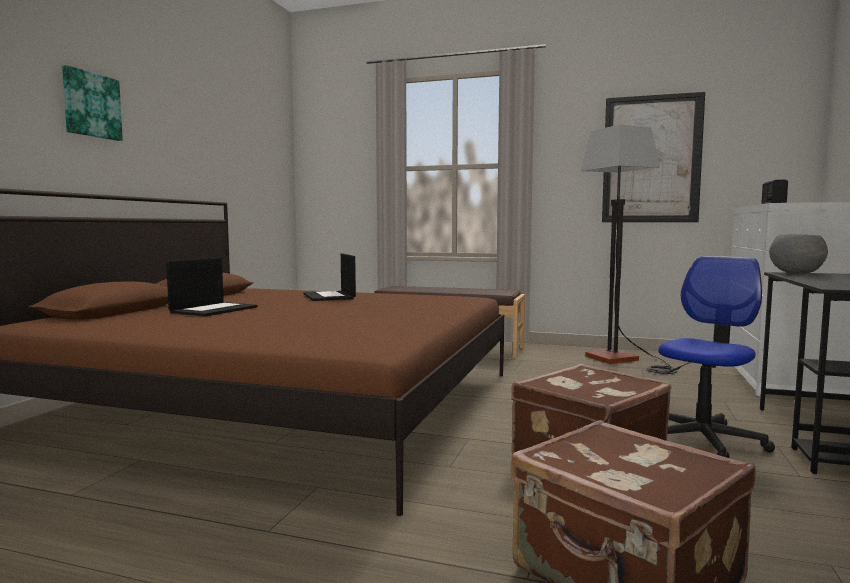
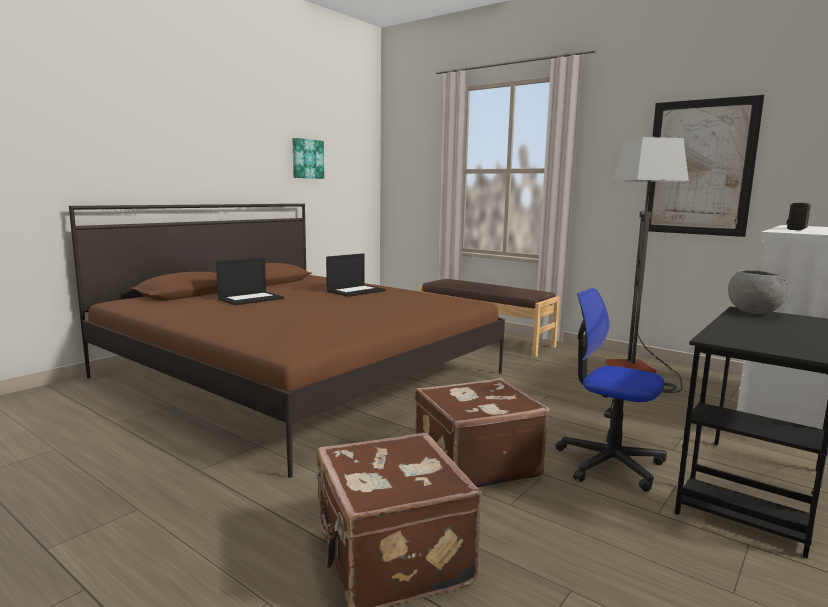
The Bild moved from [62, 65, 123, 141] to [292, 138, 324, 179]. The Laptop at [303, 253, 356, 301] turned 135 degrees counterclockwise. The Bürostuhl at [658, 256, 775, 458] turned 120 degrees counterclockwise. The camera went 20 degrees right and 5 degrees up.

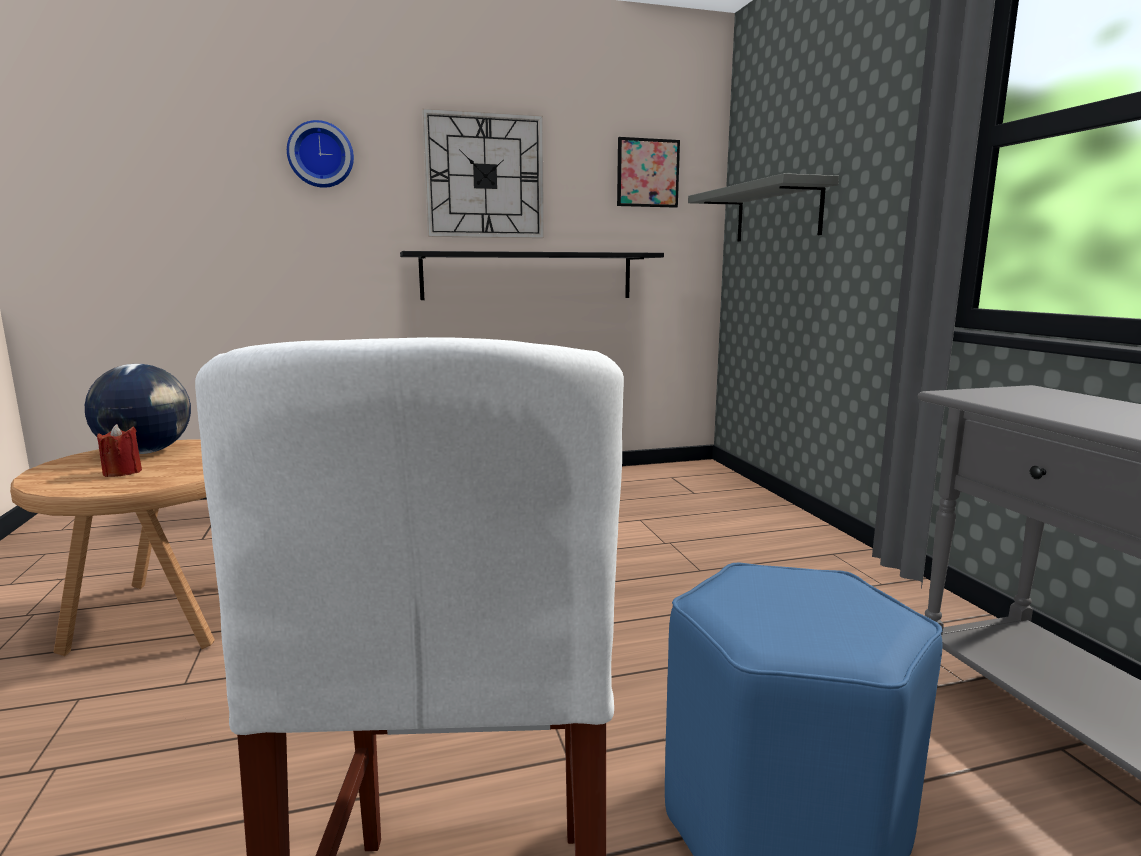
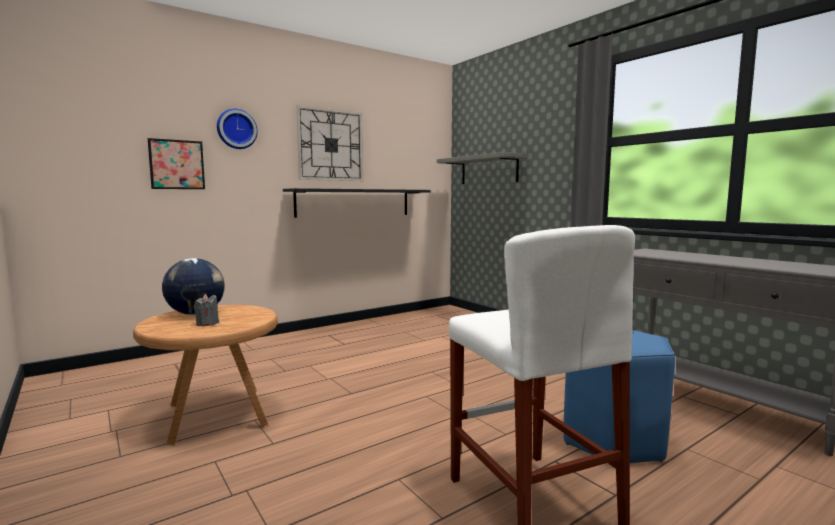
The Kerze [rot] at [97, 424, 142, 477] became the Kerze [grau] at [194, 294, 219, 327]. The Bild moved from [617, 137, 680, 208] to [148, 138, 205, 189]. The camera went 20 degrees left and 5 degrees down.

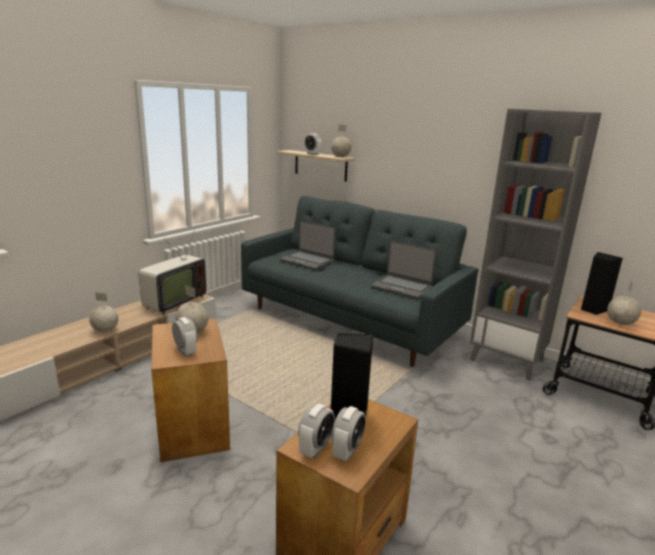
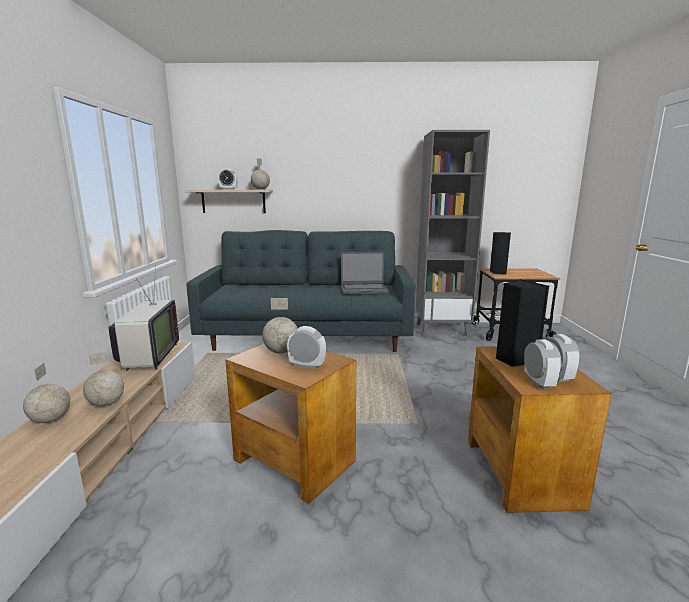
The Laptop at [279, 220, 336, 270] disappeared. The Globus moved from [607, 281, 641, 325] to [23, 363, 70, 423]. The camera went 35 degrees left and 5 degrees down.

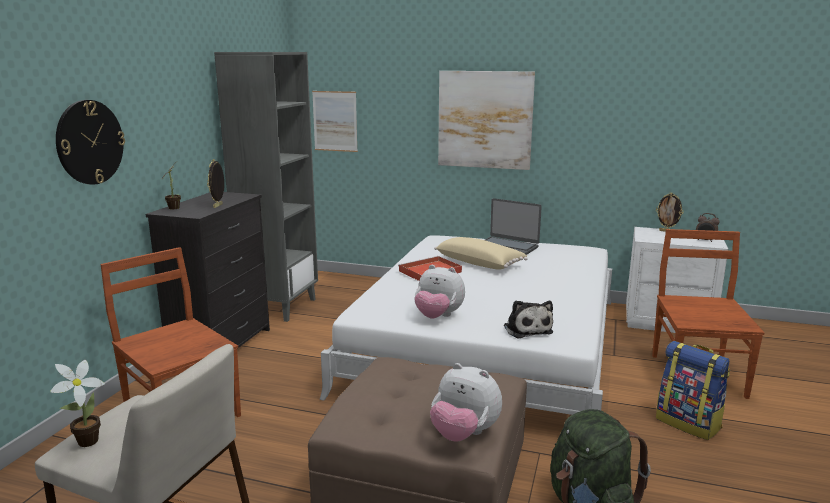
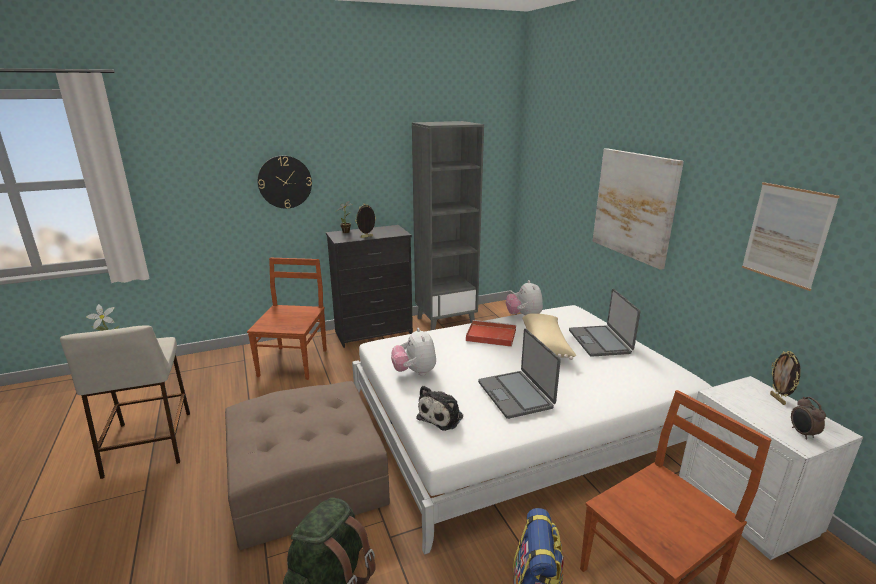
The Bild moved from [312, 91, 358, 152] to [742, 182, 840, 291]. The Plüschtier moved from [430, 363, 502, 442] to [506, 280, 543, 315]. The Laptop at [478, 328, 561, 419] appeared. The camera went 50 degrees right and 5 degrees up.

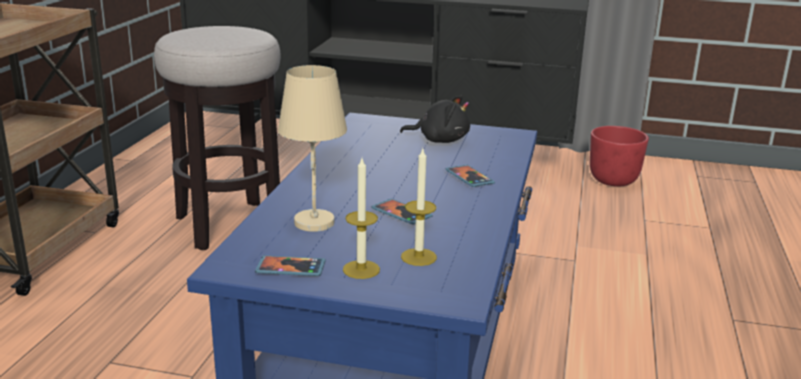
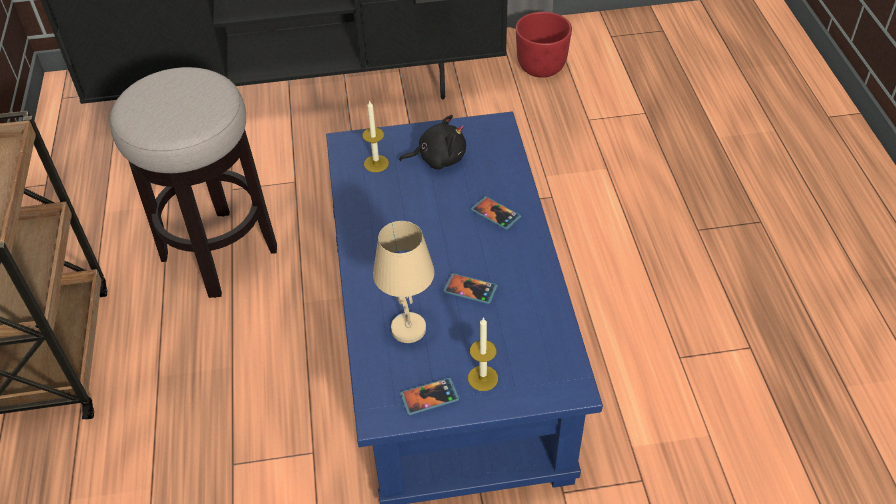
The Kerze moved from [401, 149, 437, 266] to [362, 100, 389, 172]. The camera went 20 degrees left and 25 degrees up.

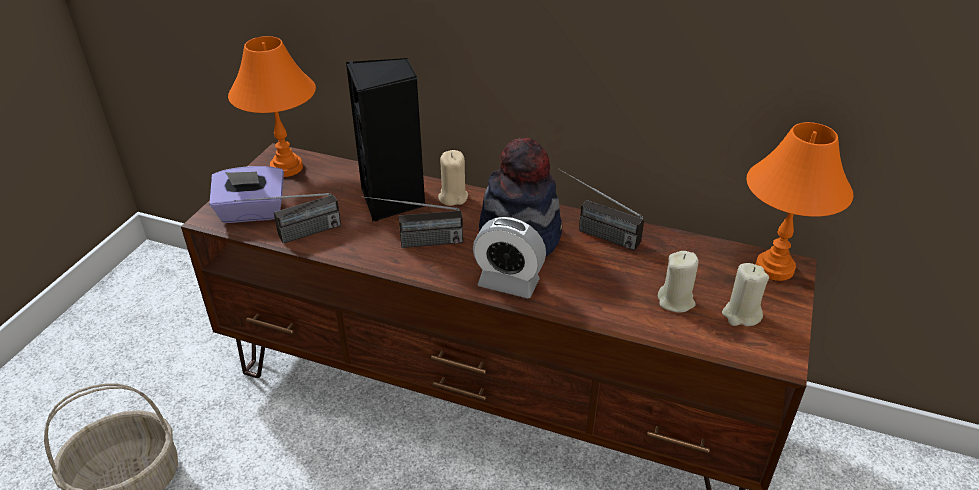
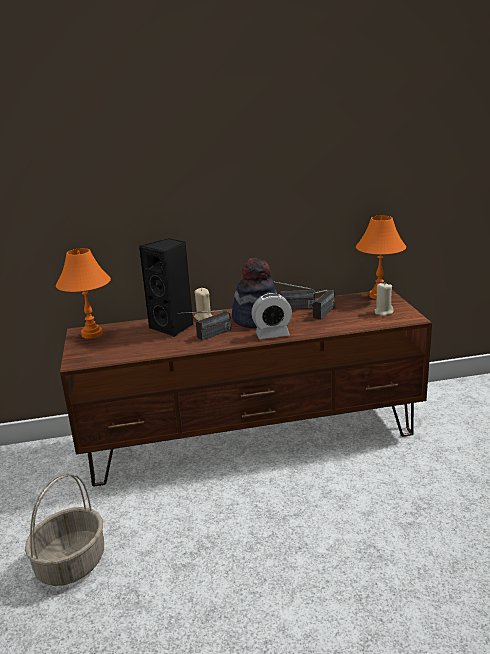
The Taschentuchbox [lila] at [209, 166, 284, 223] disappeared. The Radio moved from [234, 193, 341, 243] to [305, 290, 336, 319]. The Kerze [beige] at [658, 251, 699, 313] disappeared. The camera went 30 degrees left and 15 degrees down.

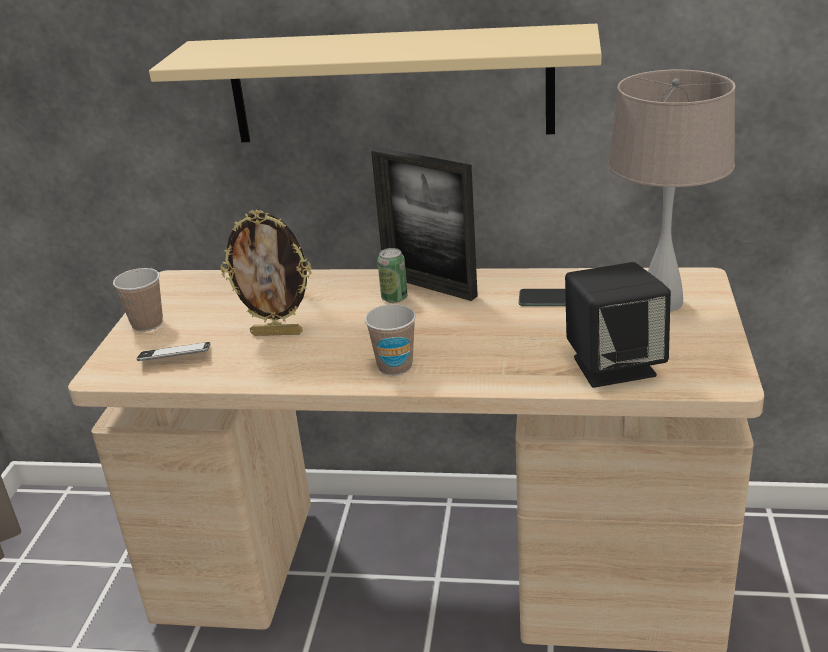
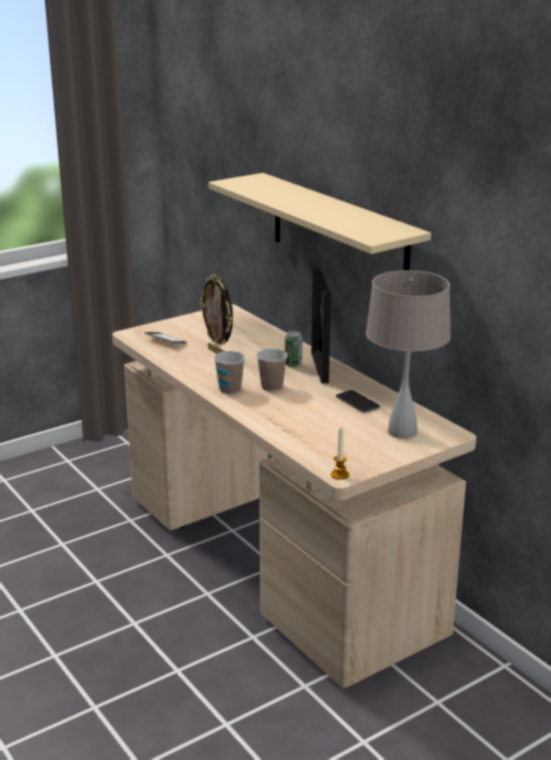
The Tasse moved from [113, 268, 163, 332] to [257, 349, 288, 392]. The Lautsprecher [schwarz] at [565, 262, 671, 388] disappeared. The Kerze at [331, 428, 349, 479] appeared. The camera went 45 degrees right and 5 degrees down.

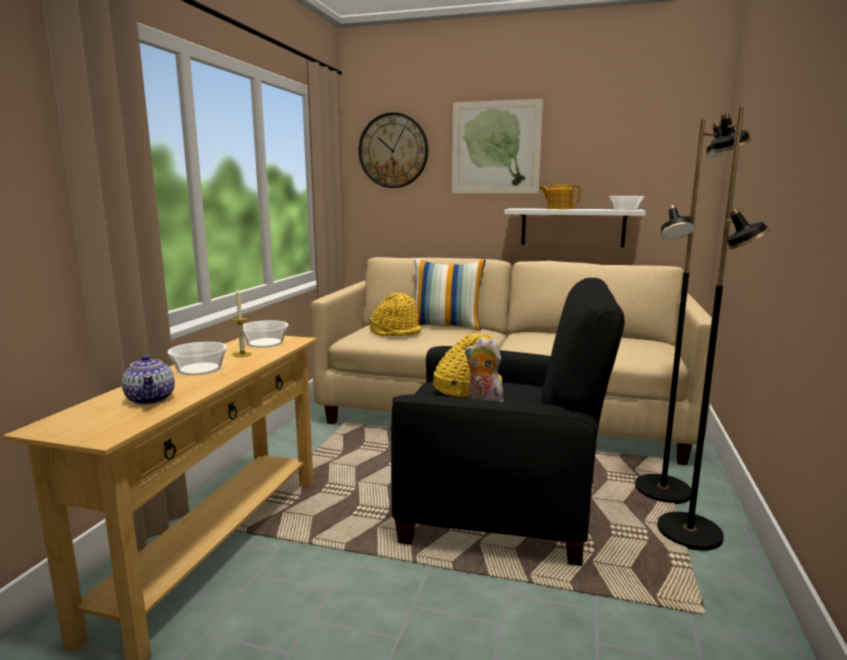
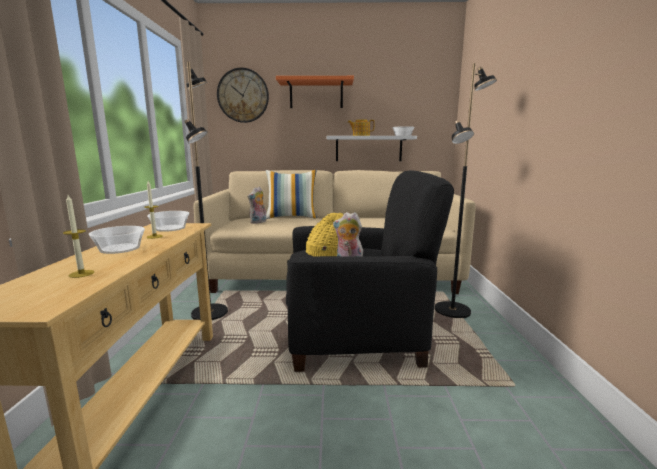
The Teekanne at [122, 355, 175, 405] was replaced by the Kerze at [63, 195, 94, 278]. The Hut [gelb] at [370, 293, 422, 336] was replaced by the Plüschtier at [248, 187, 266, 224]. The Bild at [452, 99, 543, 193] was replaced by the Wandregal [orange] at [276, 76, 354, 108]. The Stehlampe [schwarz] moved from [657, 107, 770, 551] to [184, 62, 228, 320]. The camera went 15 degrees left and 0 degrees up.

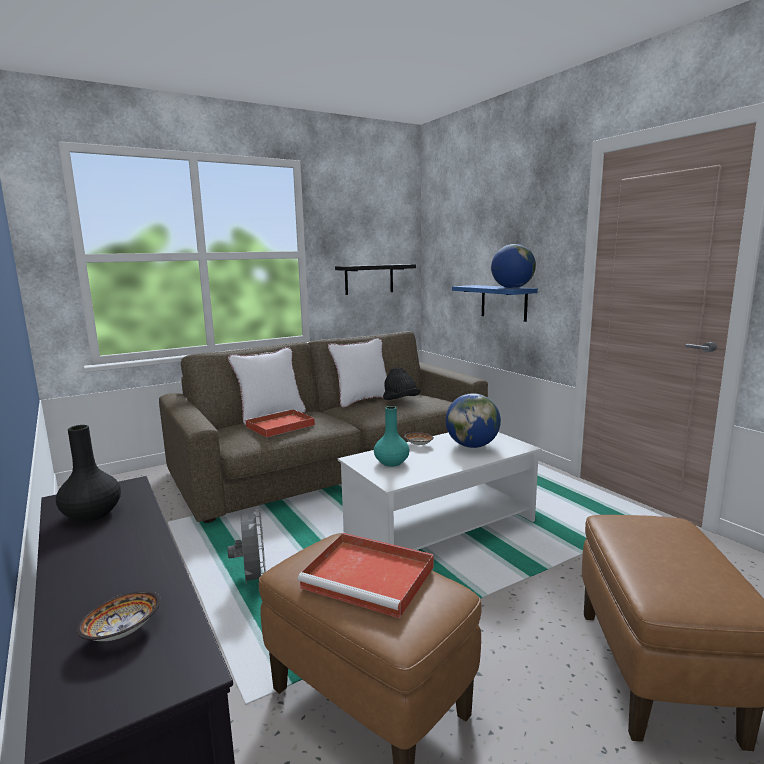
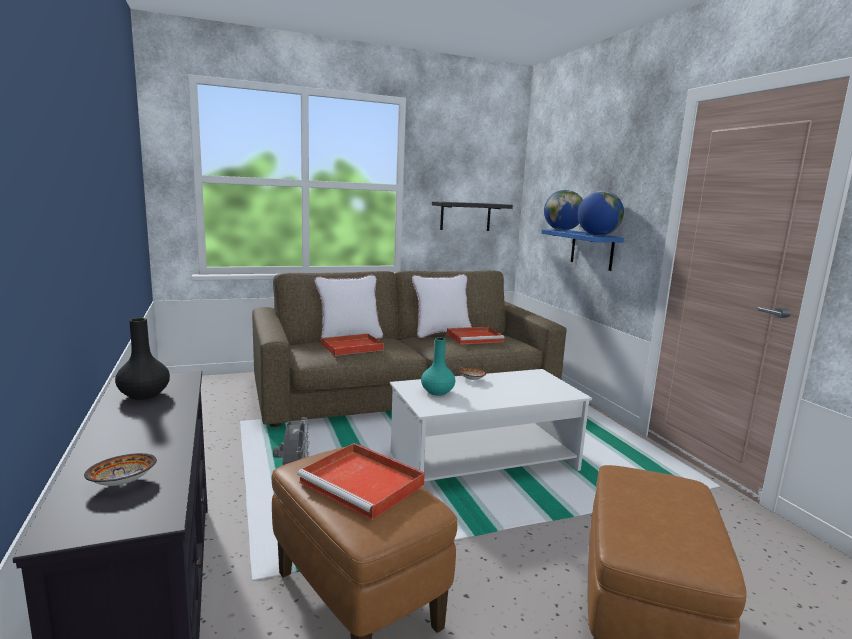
The Hut [schwarz] at [383, 367, 420, 400] was replaced by the Tablett [rot] at [447, 327, 504, 345]. The Globus moved from [446, 393, 501, 448] to [544, 190, 583, 231]. The camera went 10 degrees right and 0 degrees up.

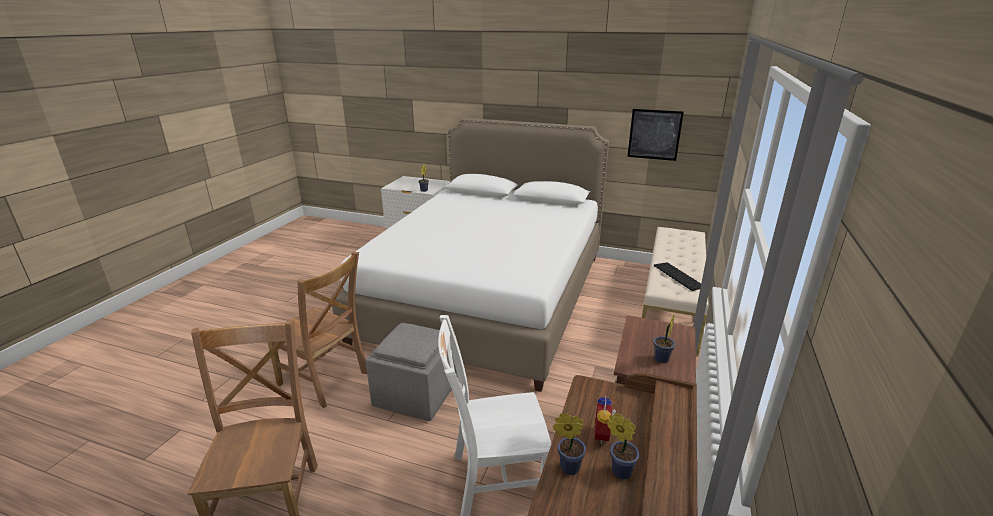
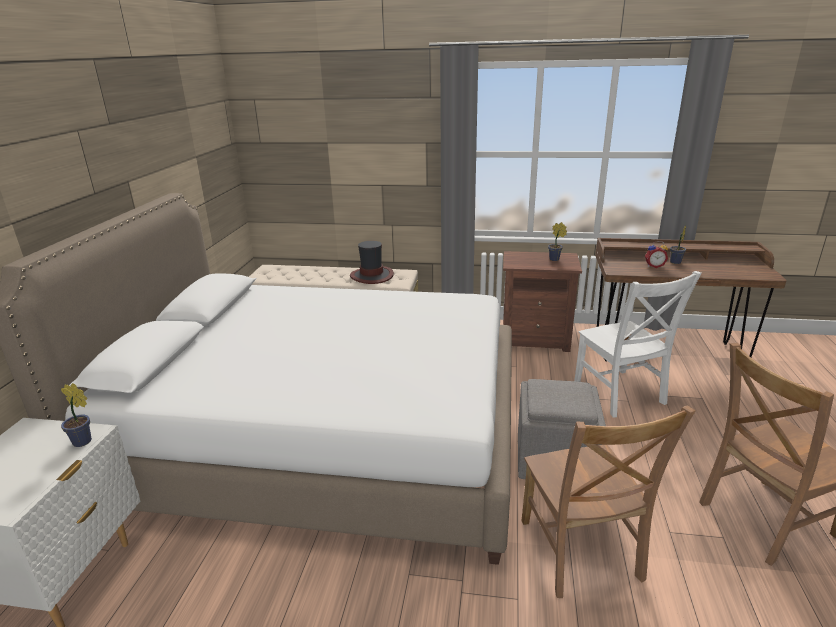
The Stuhl [braun] at [268, 252, 367, 408] turned 150 degrees clockwise. The Topfpflanze at [553, 413, 586, 475] disappeared. The Bild at [627, 109, 684, 161] disappeared. The Tastatur at [654, 262, 701, 291] was replaced by the Hut at [350, 241, 394, 284]. The camera went 100 degrees left and 0 degrees up.

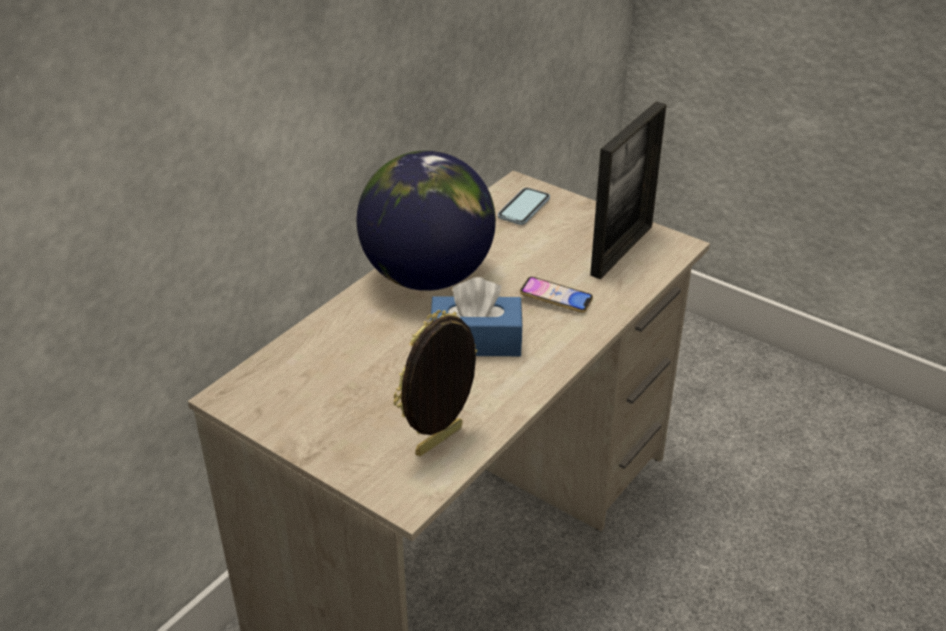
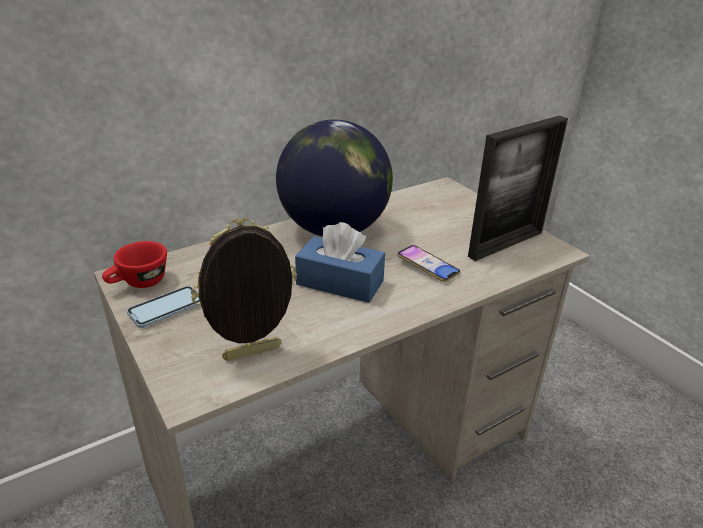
The Handy moved from [498, 188, 550, 225] to [127, 286, 200, 328]. The Tasse [rot] at [102, 241, 167, 288] appeared. The camera went 20 degrees right and 5 degrees down.

